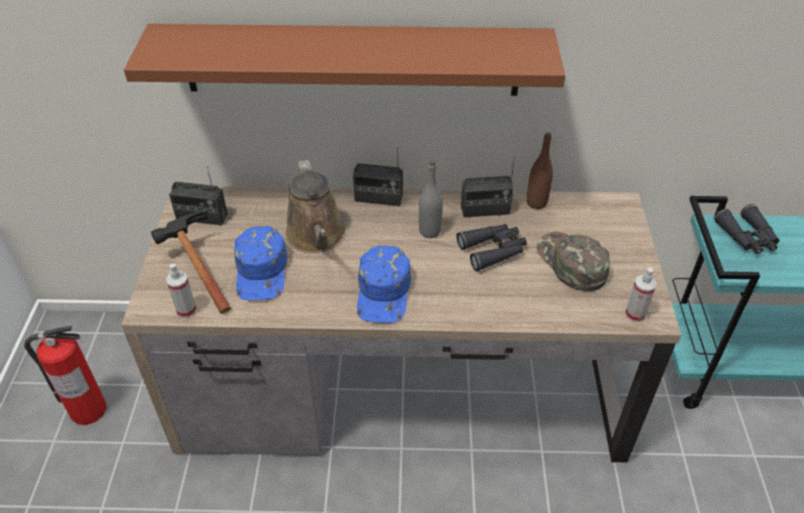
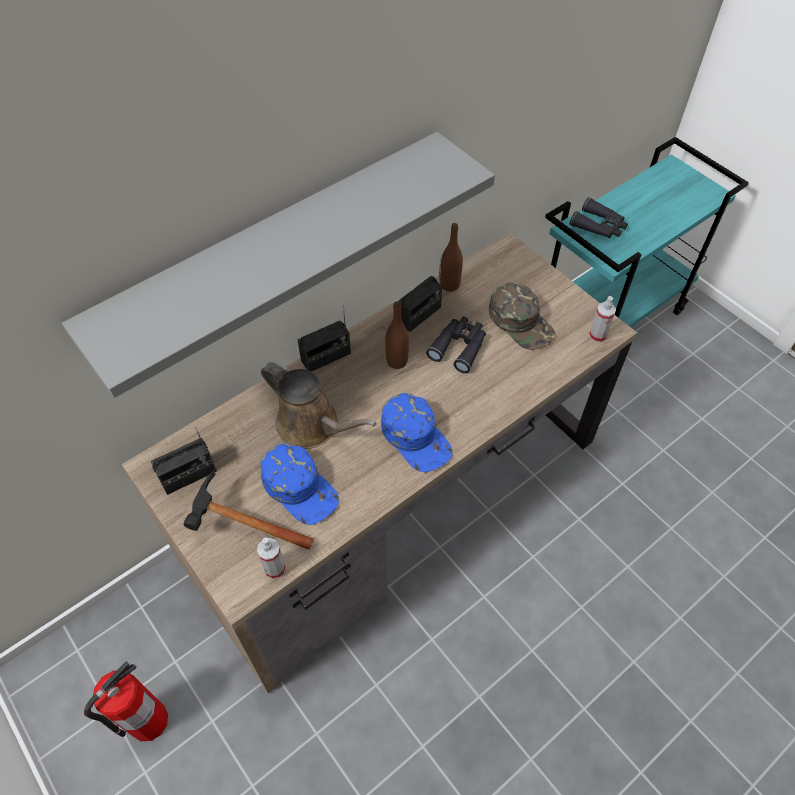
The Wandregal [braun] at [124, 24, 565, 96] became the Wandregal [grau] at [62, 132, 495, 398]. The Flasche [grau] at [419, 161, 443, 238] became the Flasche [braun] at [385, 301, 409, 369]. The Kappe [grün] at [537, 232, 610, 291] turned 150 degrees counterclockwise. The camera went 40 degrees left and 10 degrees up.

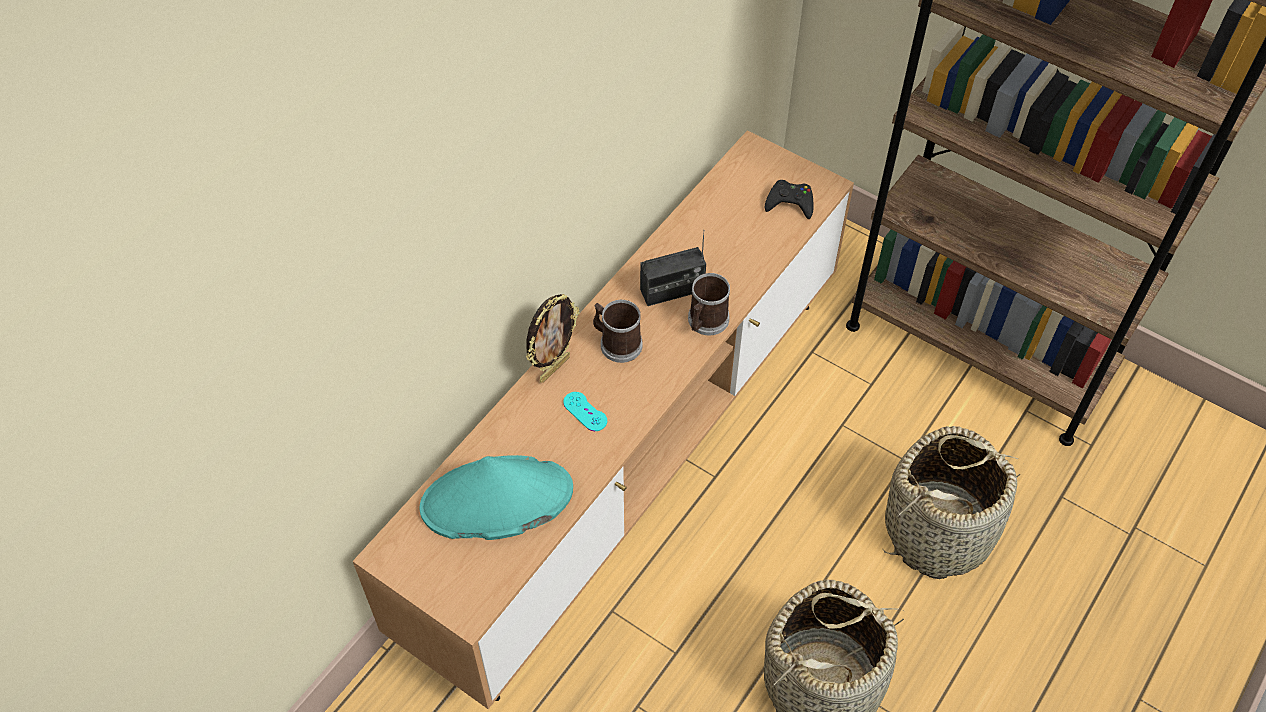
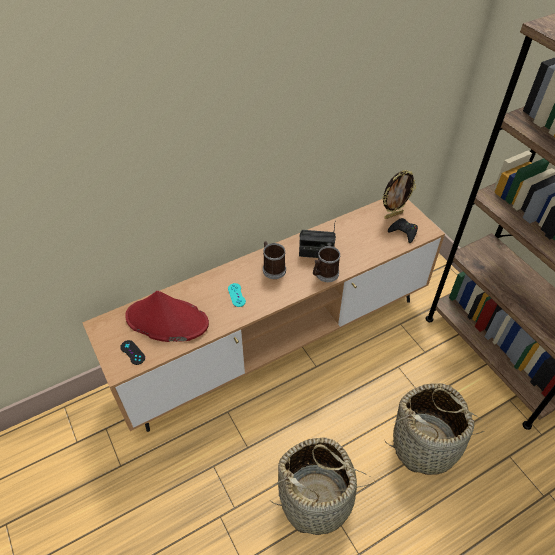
The Hut [türkis] at [419, 455, 573, 540] became the Hut [rot] at [125, 291, 209, 342]. The Bilderrahmen moved from [526, 294, 580, 383] to [382, 170, 416, 219]. The Gamepad [schwarz] at [120, 340, 145, 365] appeared. The camera went 25 degrees right and 5 degrees down.

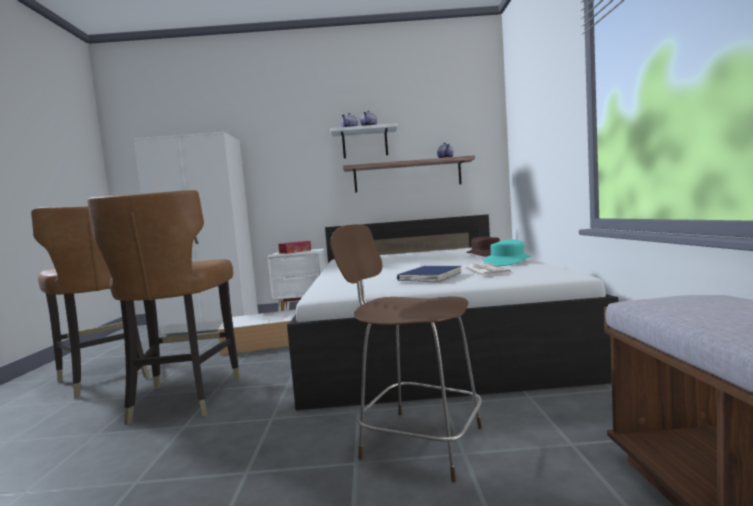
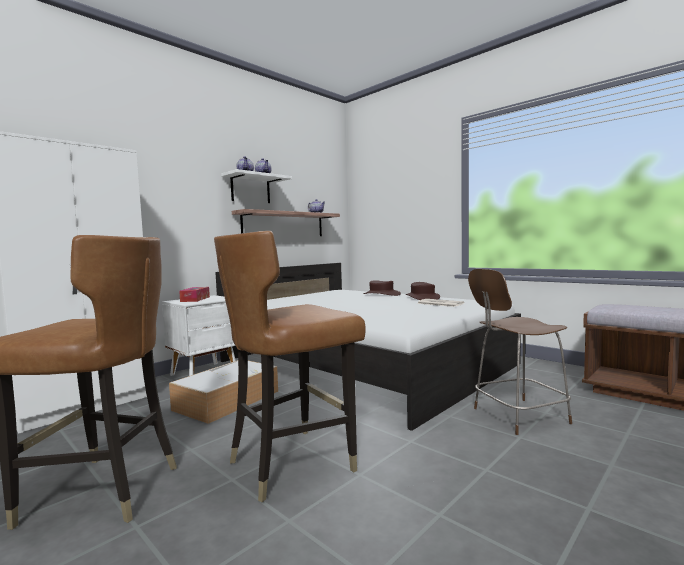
The Stuhl [braun] at [87, 190, 240, 425] turned 105 degrees clockwise. The Buch [blau] at [397, 266, 462, 283] disappeared. The Hut [türkis] at [483, 240, 531, 266] became the Hut [braun] at [406, 282, 440, 300]. The camera went 45 degrees left and 0 degrees up.

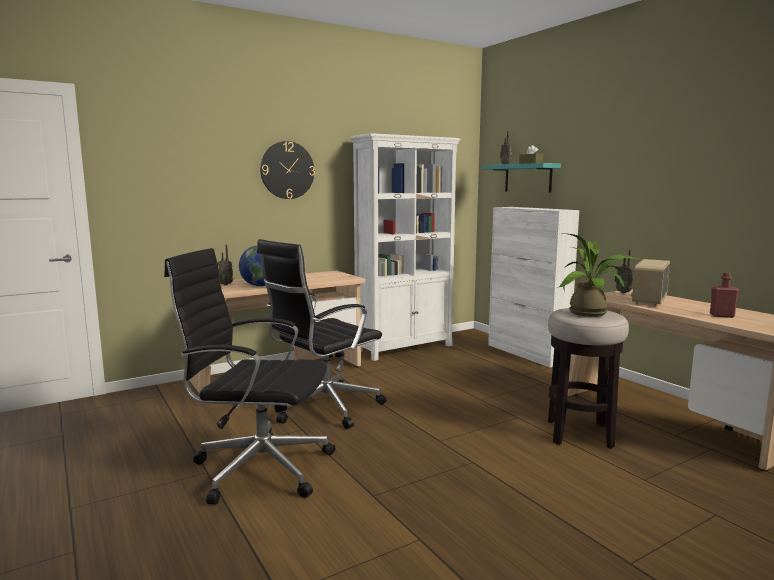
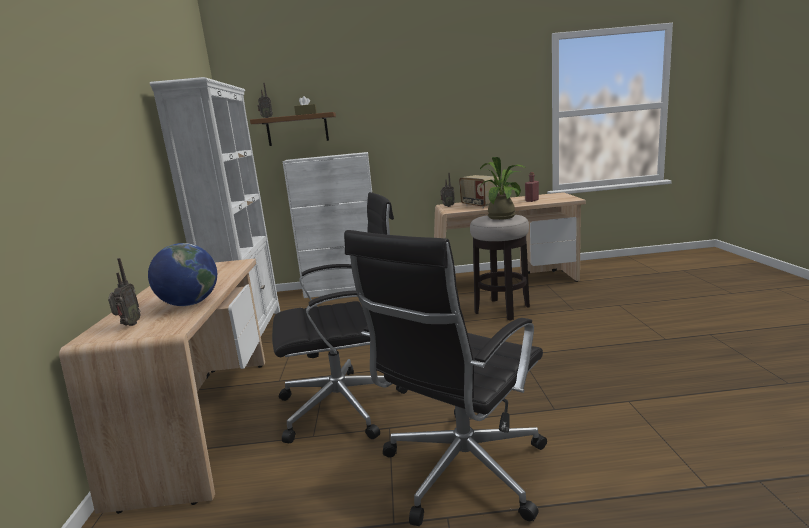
The Bürostuhl [schwarz] at [257, 239, 386, 429] turned 90 degrees counterclockwise. The Wanduhr at [260, 141, 315, 199] disappeared. The Wandregal [türkis] at [483, 163, 561, 192] became the Wandregal [braun] at [250, 112, 336, 146]. The camera went 60 degrees left and 5 degrees up.

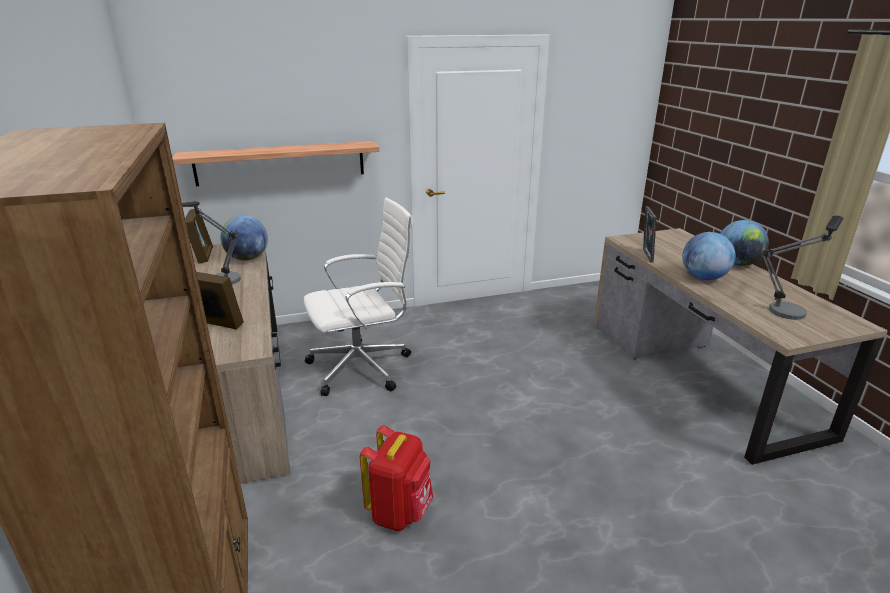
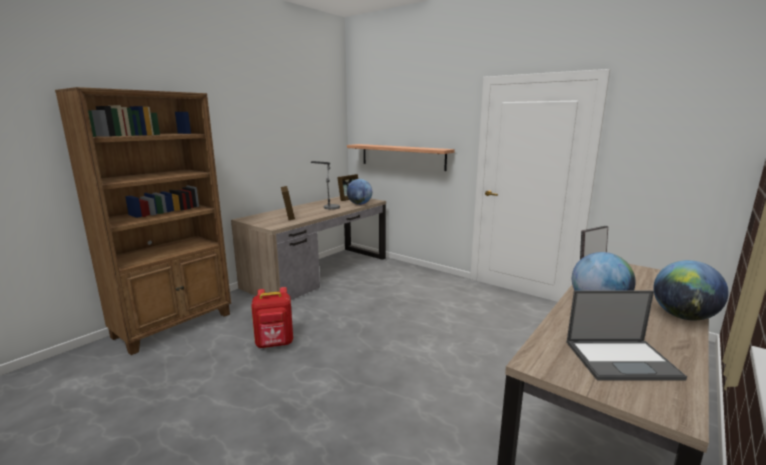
The Bürostuhl [weiß] at [303, 197, 413, 396] disappeared. The Tischlampe at [760, 215, 843, 320] was replaced by the Laptop at [566, 290, 687, 380]. The camera went 55 degrees right and 10 degrees down.

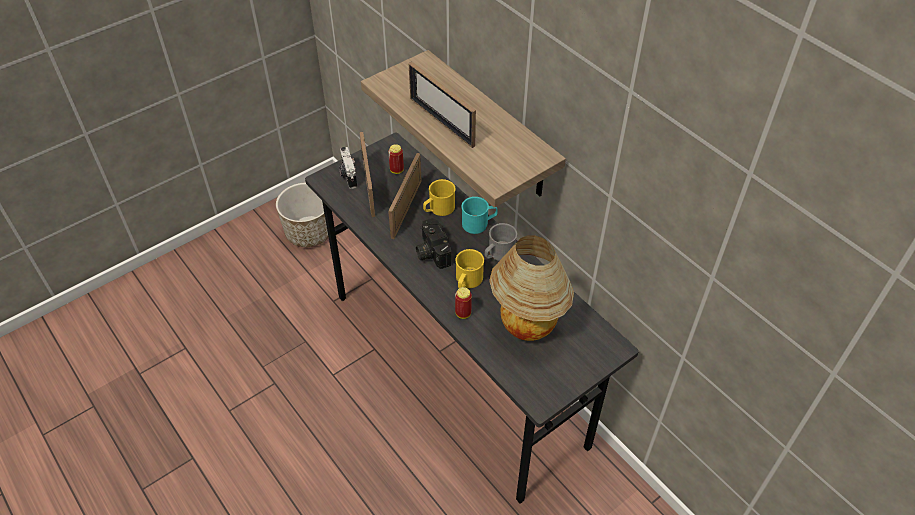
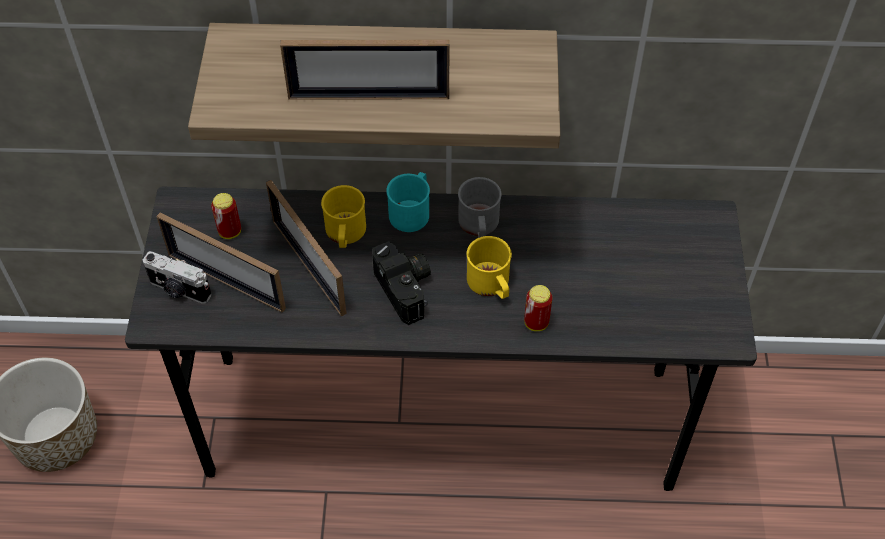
The Kamera at [416, 218, 451, 269] turned 135 degrees counterclockwise. The Tischlampe at [489, 235, 574, 341] disappeared. The camera went 50 degrees left and 5 degrees up.

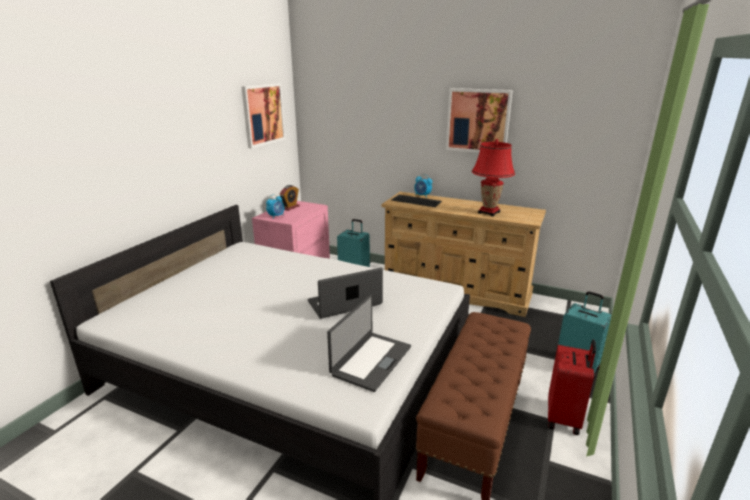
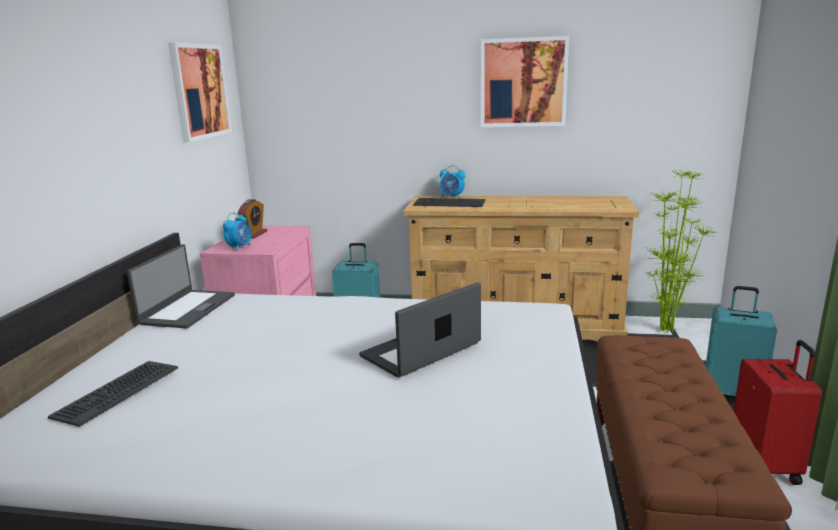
The Laptop moved from [327, 295, 411, 392] to [127, 244, 235, 329]. The Tischlampe [rot] at [472, 139, 515, 216] disappeared. The Tastatur at [48, 361, 178, 427] appeared. The Topfpflanze at [643, 170, 715, 333] appeared. The camera went 15 degrees left and 5 degrees down.

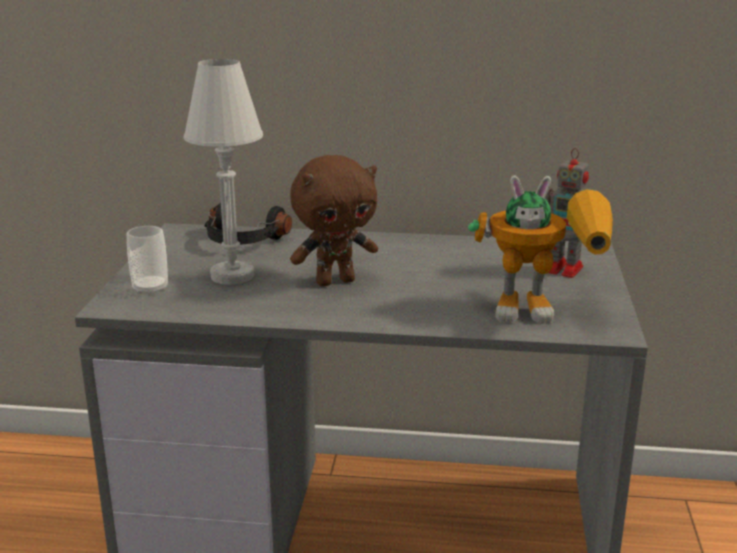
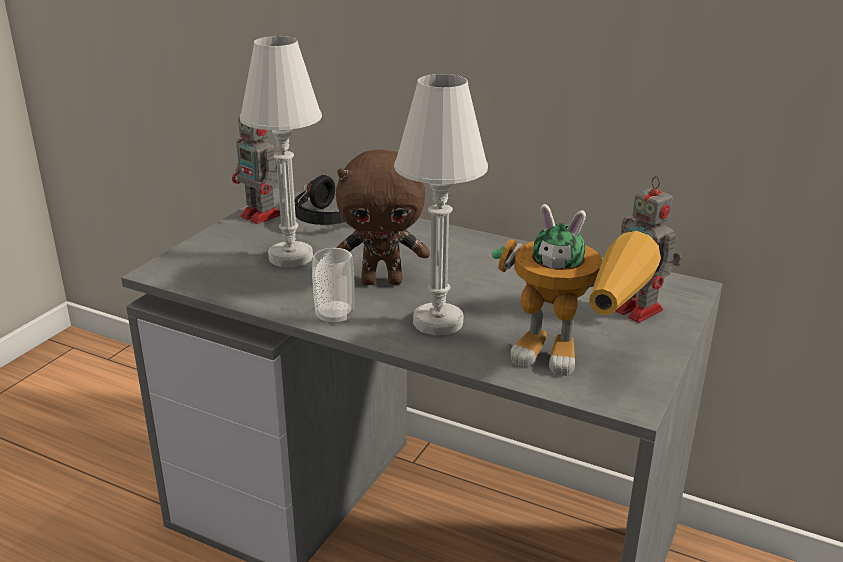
The Tasse moved from [127, 226, 168, 296] to [312, 248, 355, 326]. The Spielzeugroboter at [232, 117, 280, 224] appeared. The Tischlampe [weiß] at [394, 74, 488, 335] appeared. The camera went 20 degrees right and 5 degrees up.

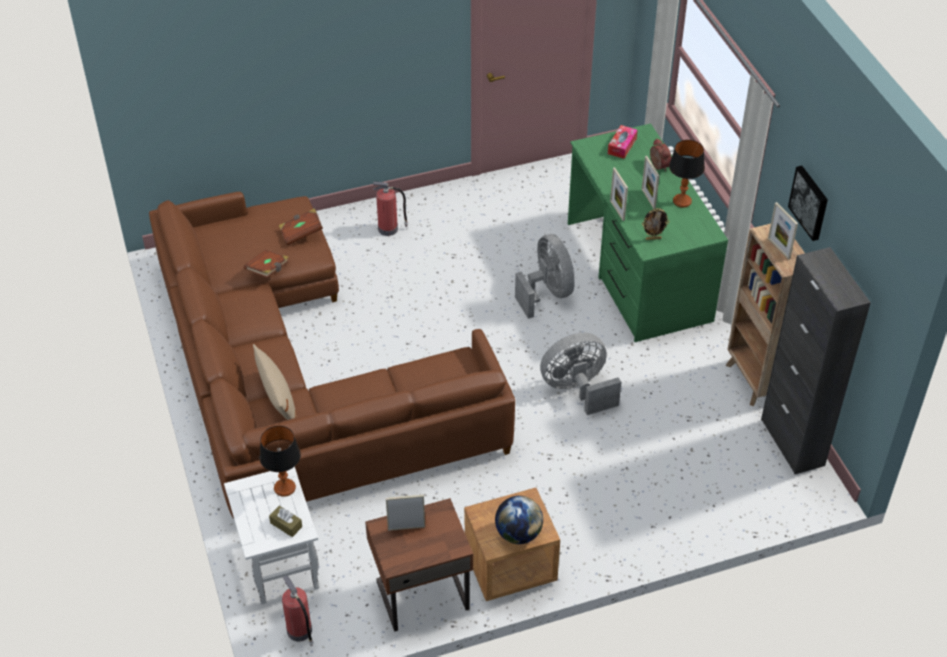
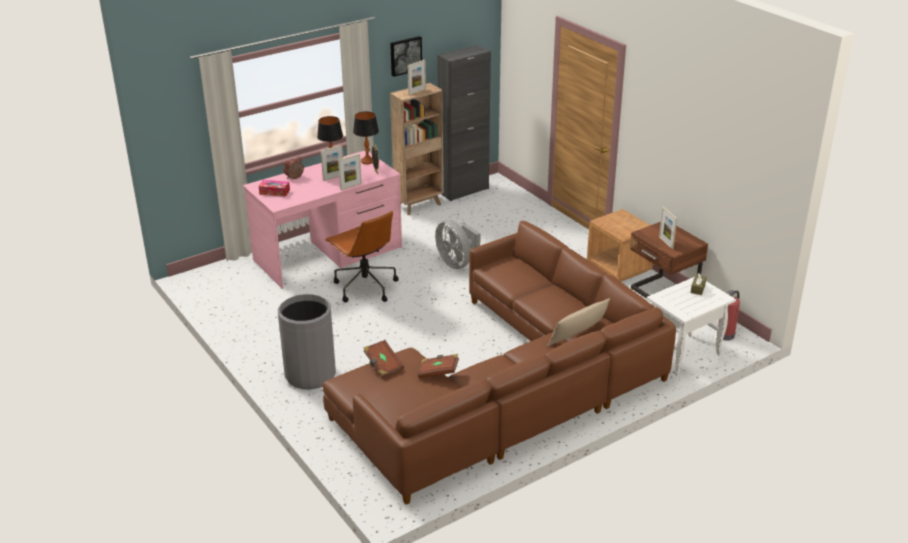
The Tischlampe moved from [259, 426, 301, 497] to [353, 111, 379, 164]. The Feuerlöscher at [373, 181, 408, 236] was replaced by the Mülleimer [grau] at [278, 294, 336, 389]. The Globus at [495, 496, 543, 544] disappeared. The Ventilator [grau] at [515, 234, 575, 319] was replaced by the Bürostuhl [braun] at [325, 211, 399, 302]. The Schreibtisch [grün] at [568, 123, 728, 342] became the Schreibtisch [rosa] at [243, 151, 402, 289]. The camera went 105 degrees left and 15 degrees down.

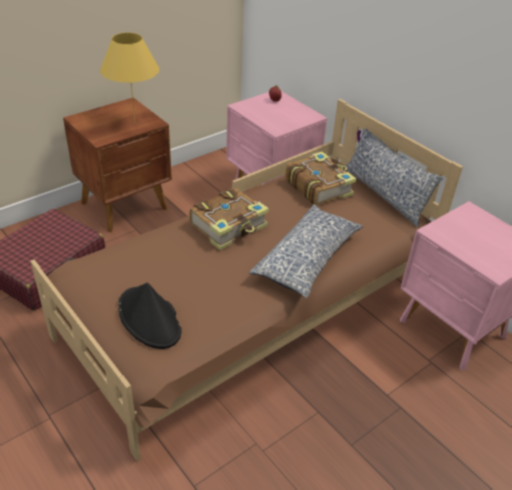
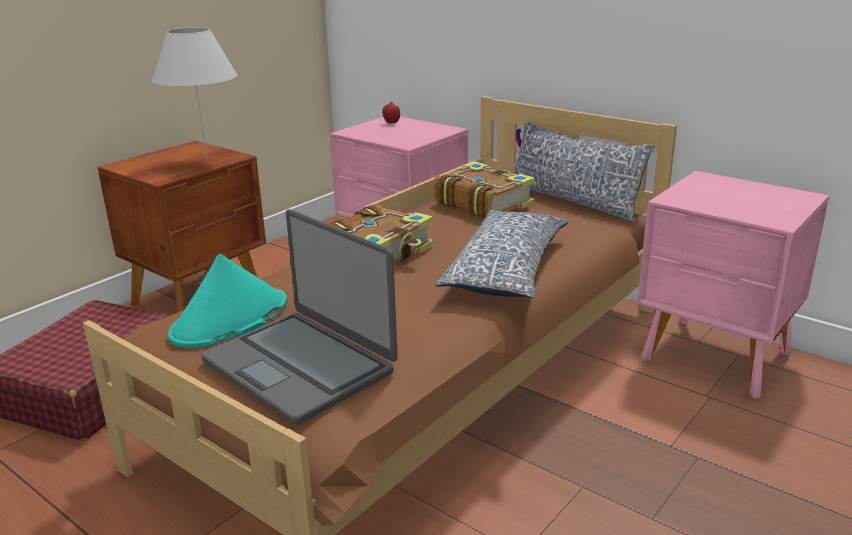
The Tischlampe [gelb] at [100, 32, 159, 124] became the Tischlampe [weiß] at [152, 27, 237, 161]. The Hut [schwarz] at [118, 282, 182, 349] was replaced by the Laptop at [201, 209, 398, 424]. The Hut [türkis] at [168, 254, 287, 348] appeared. The camera went 10 degrees left and 15 degrees down.

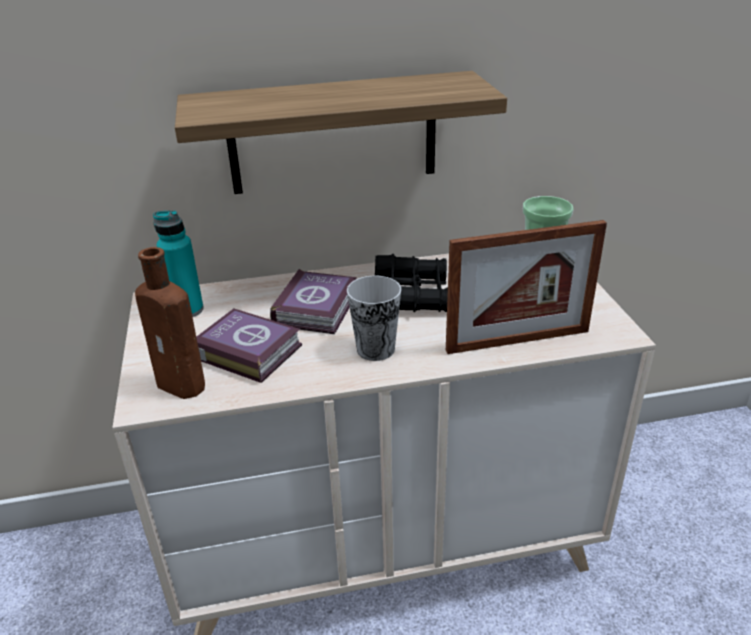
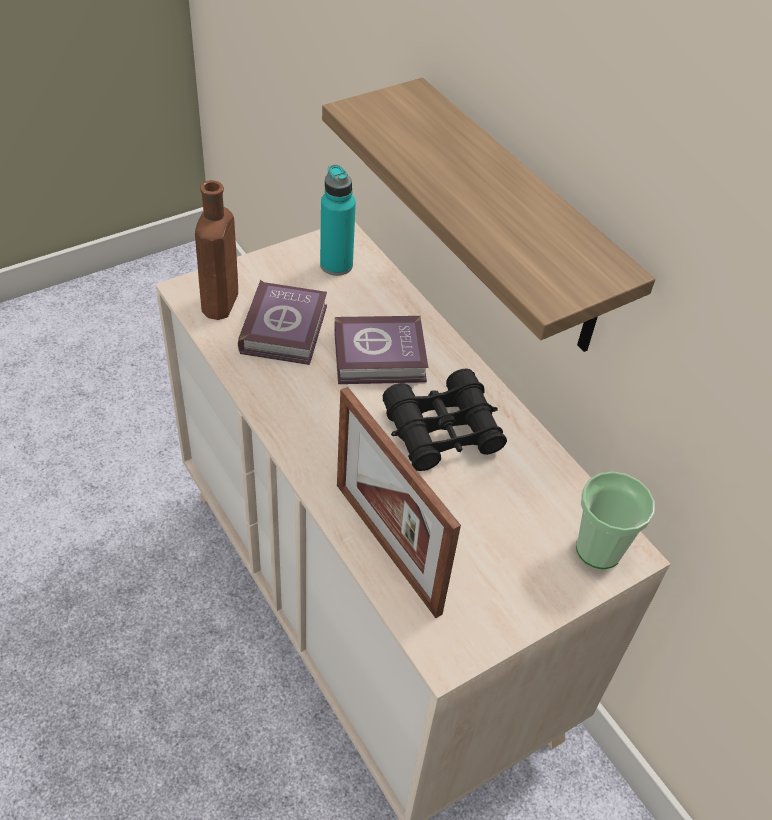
The Tasse at [347, 276, 401, 361] disappeared. The camera went 65 degrees right and 15 degrees up.

